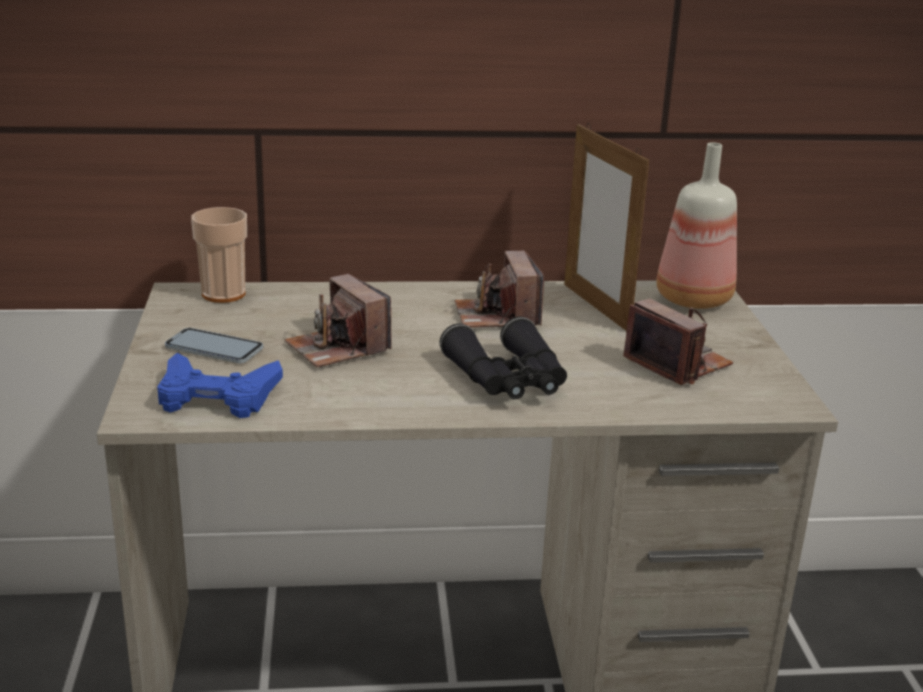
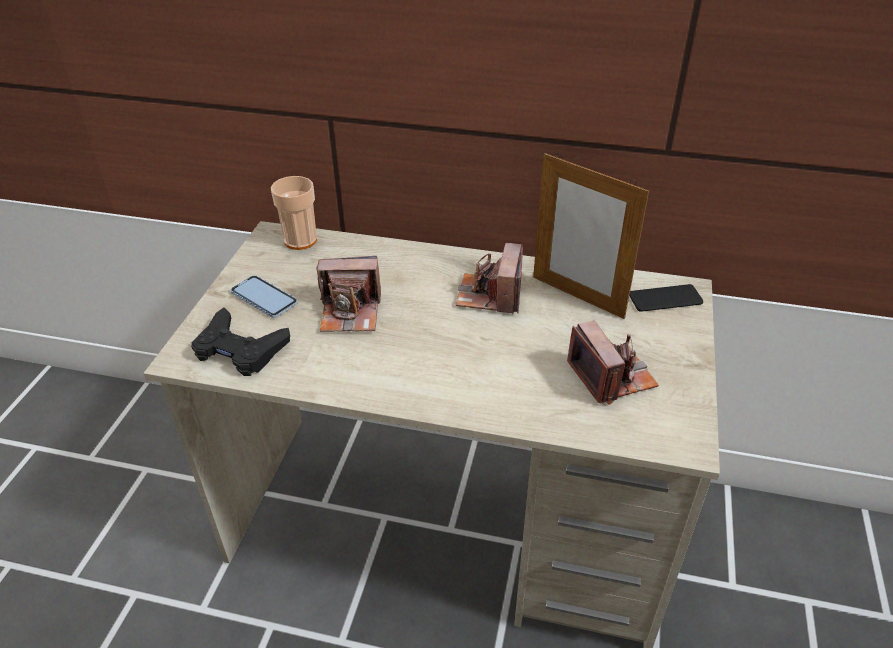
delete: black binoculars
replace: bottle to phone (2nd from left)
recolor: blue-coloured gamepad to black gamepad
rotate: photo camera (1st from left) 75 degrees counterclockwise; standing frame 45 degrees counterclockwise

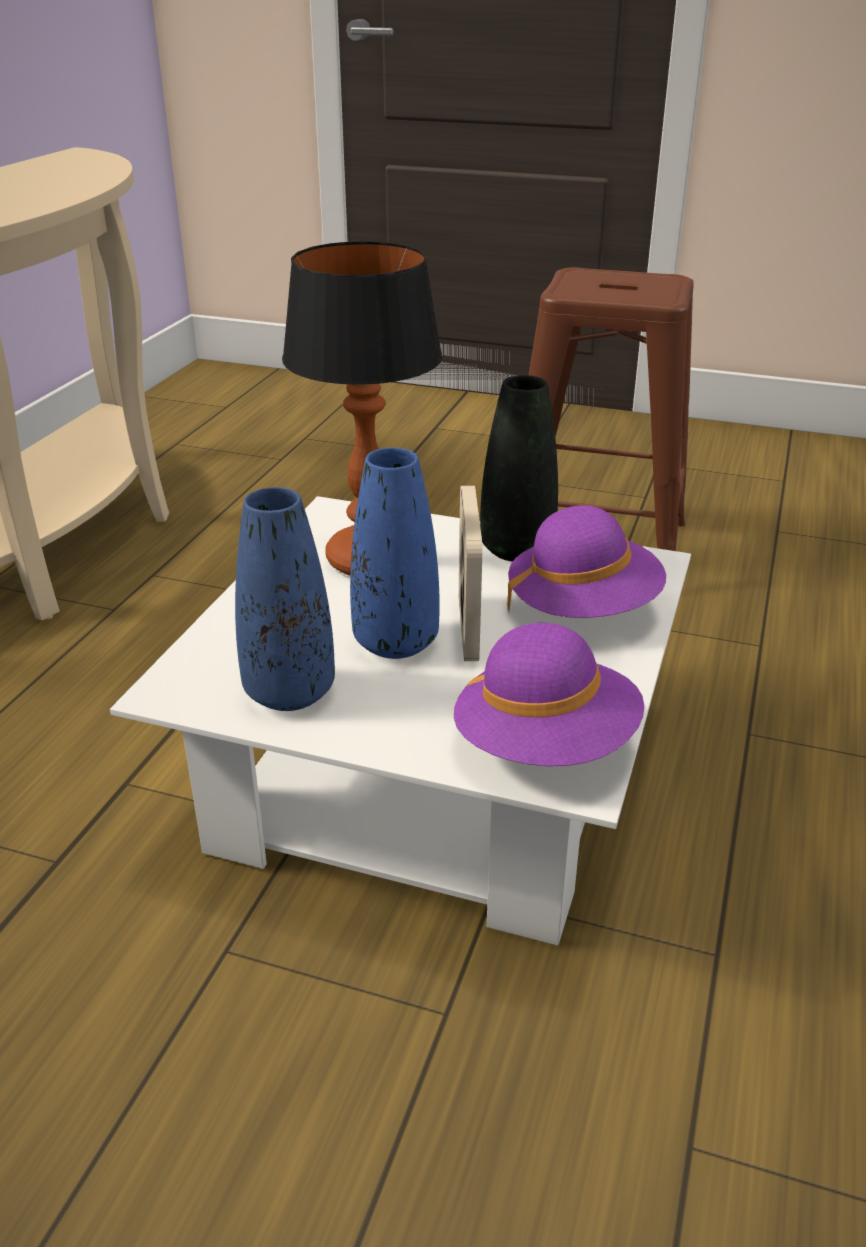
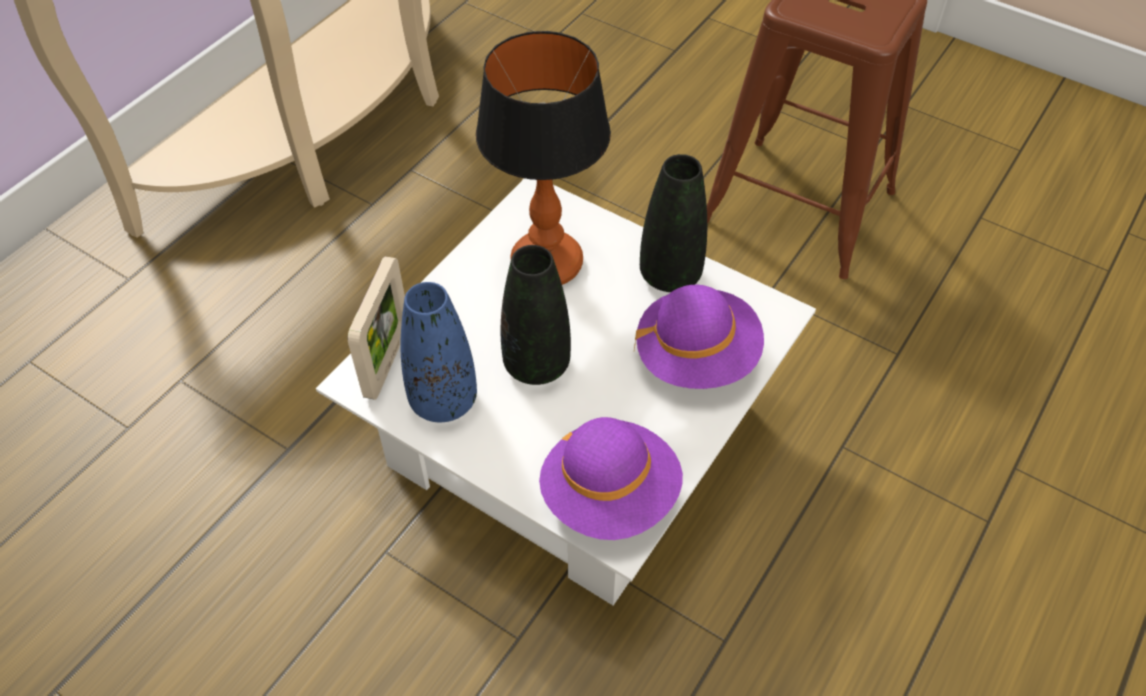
move: standing frame
recolor: blue-coloured decorative vase (2nd from left) to black decorative vase (1st from left)

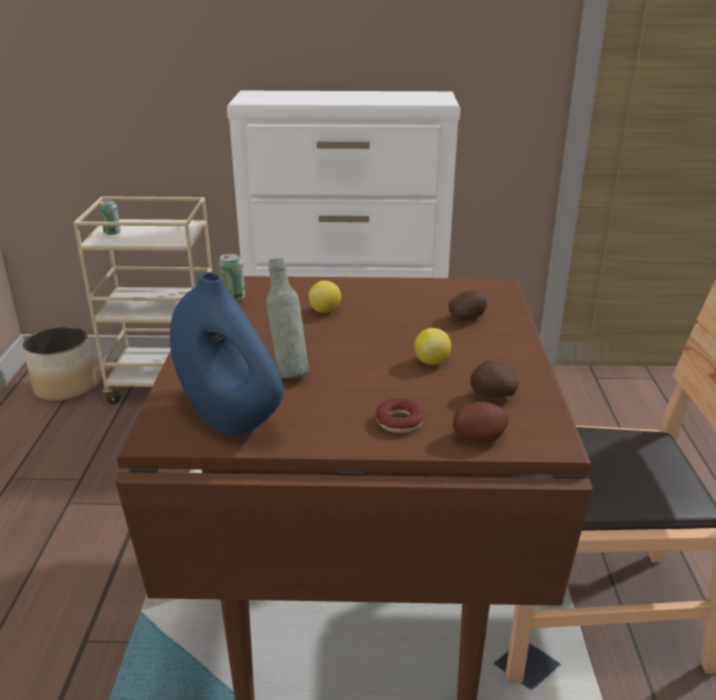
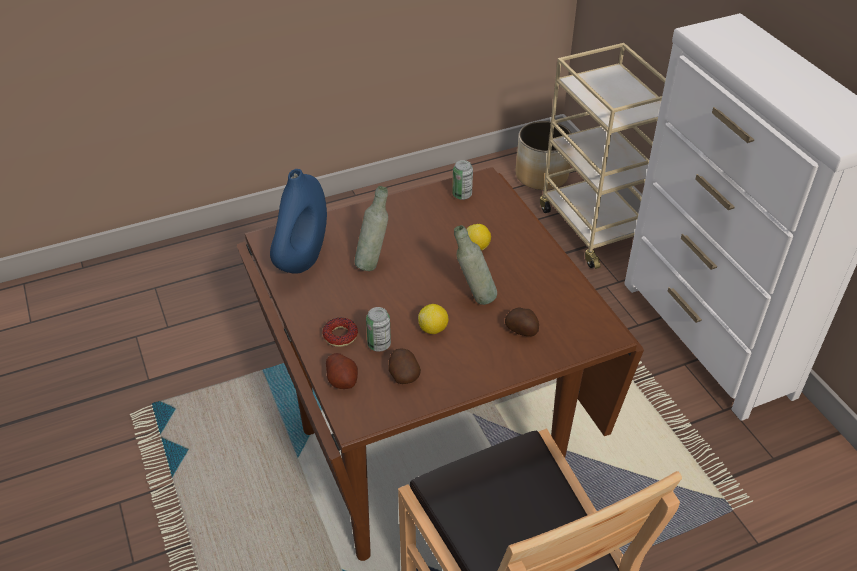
insert: greyish bottle (2nd from left)
move: metal can (1st from left)

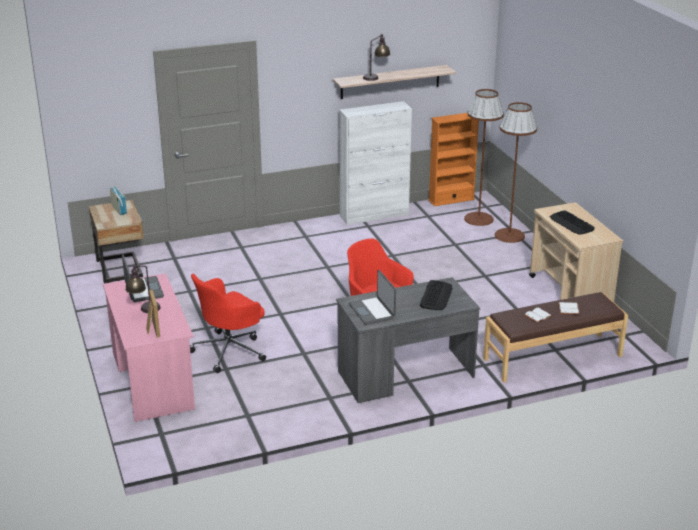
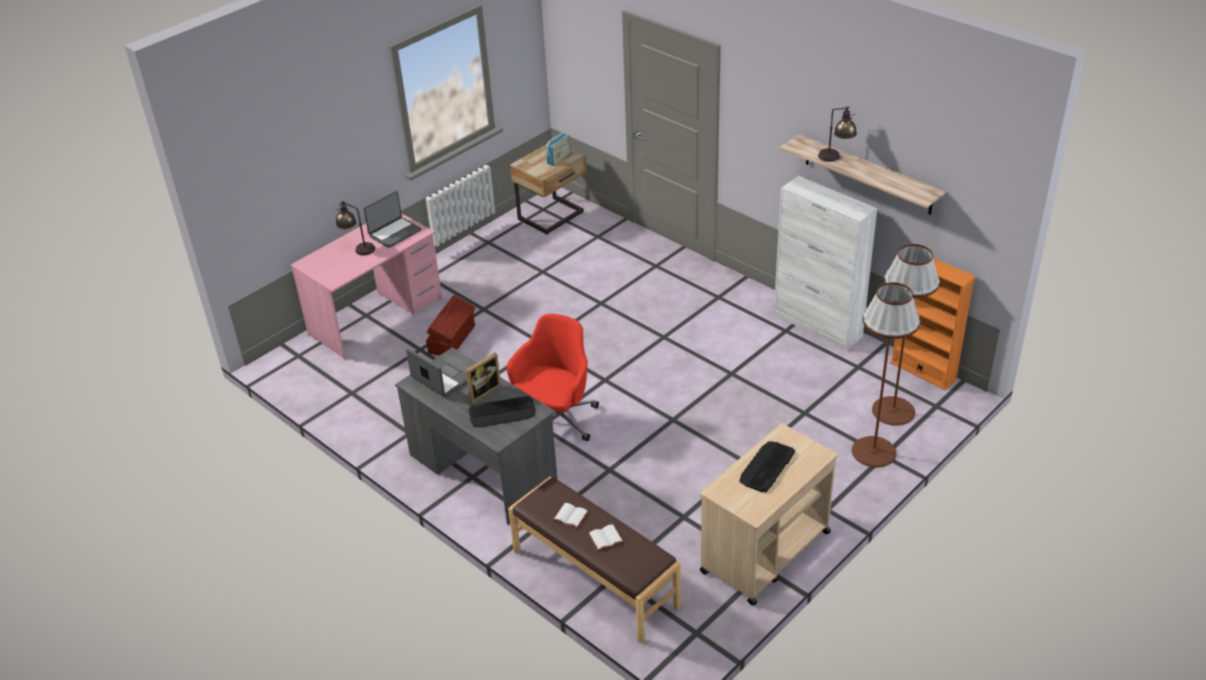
move: standing frame
replace: red office chair (1st from left) to brown storage container
rotate: notebook computer (2nd from left) 90 degrees clockwise

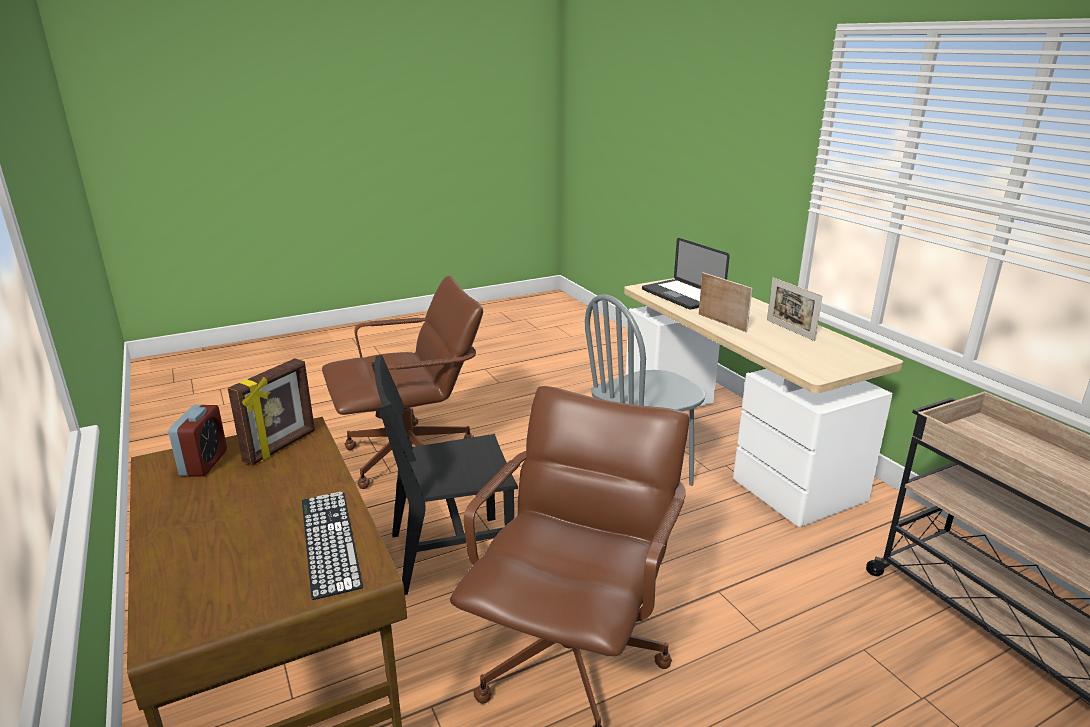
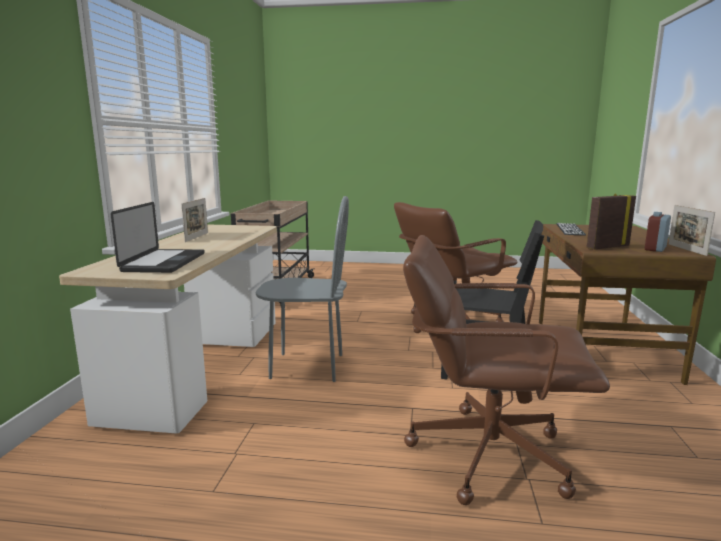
move: standing frame (2nd from left in the first image) to standing frame (3rd from left)

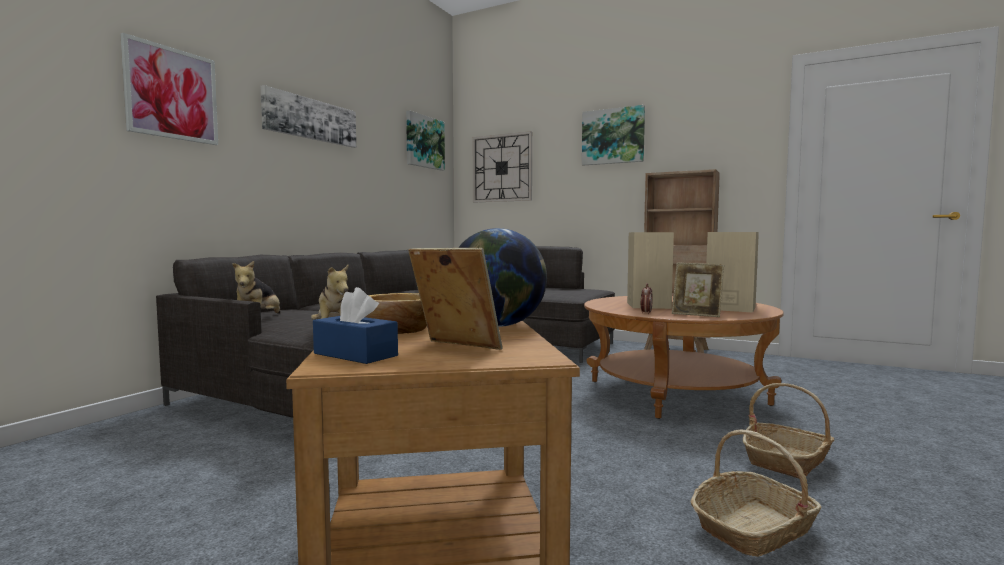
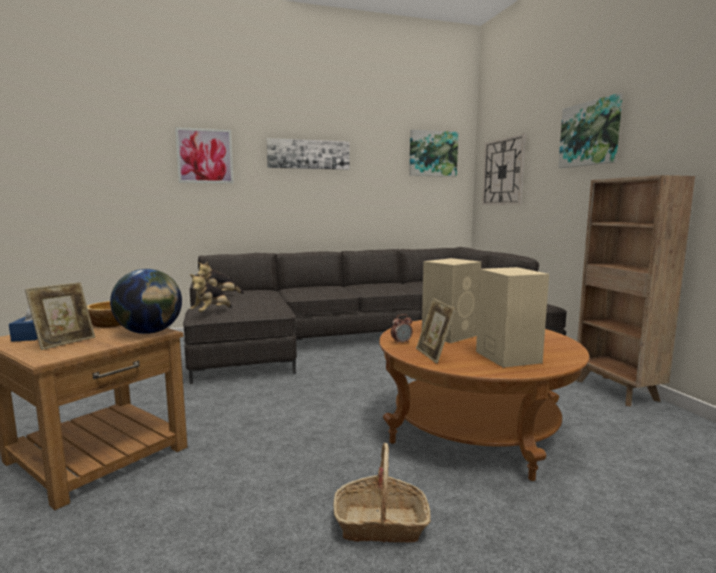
delete: household basket (1st from left)
rotate: standing frame (1st from left) 45 degrees clockwise

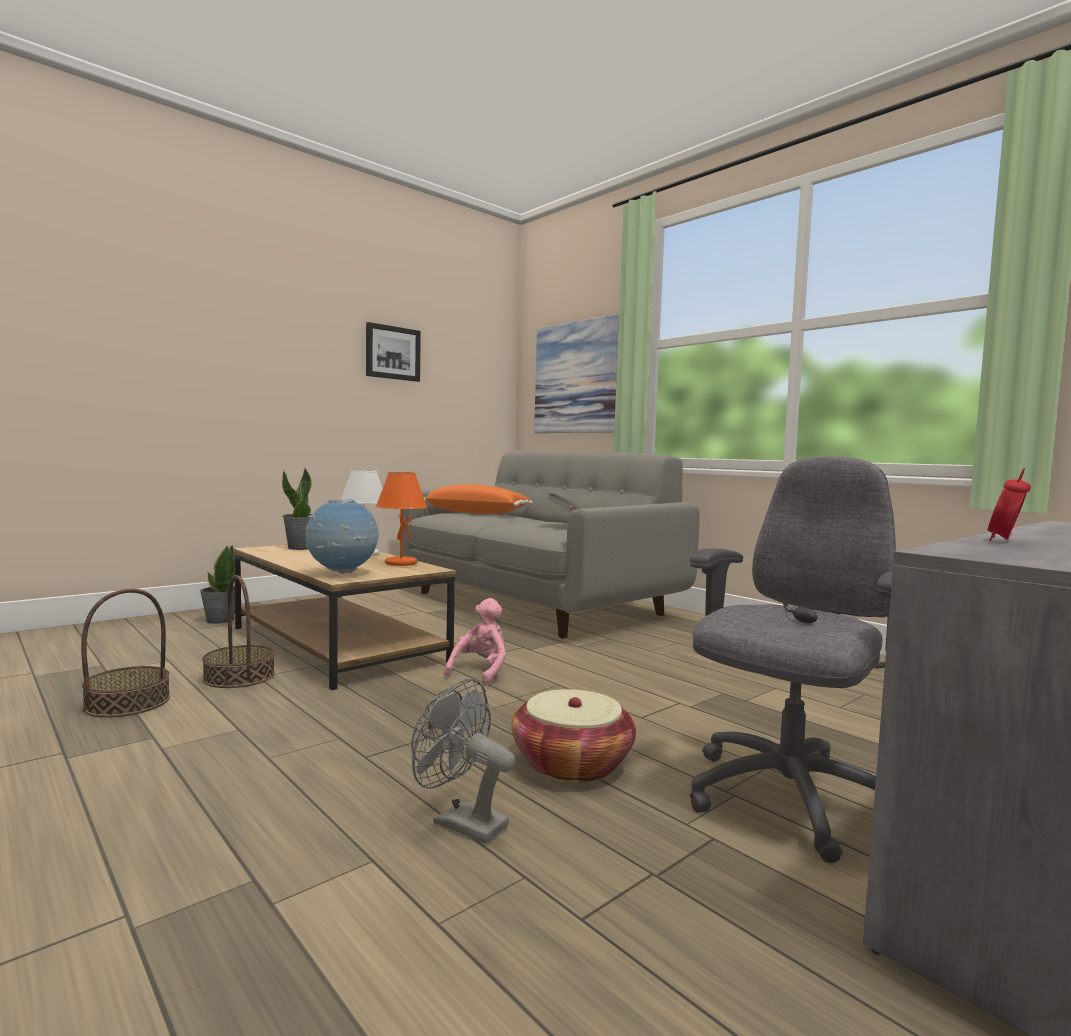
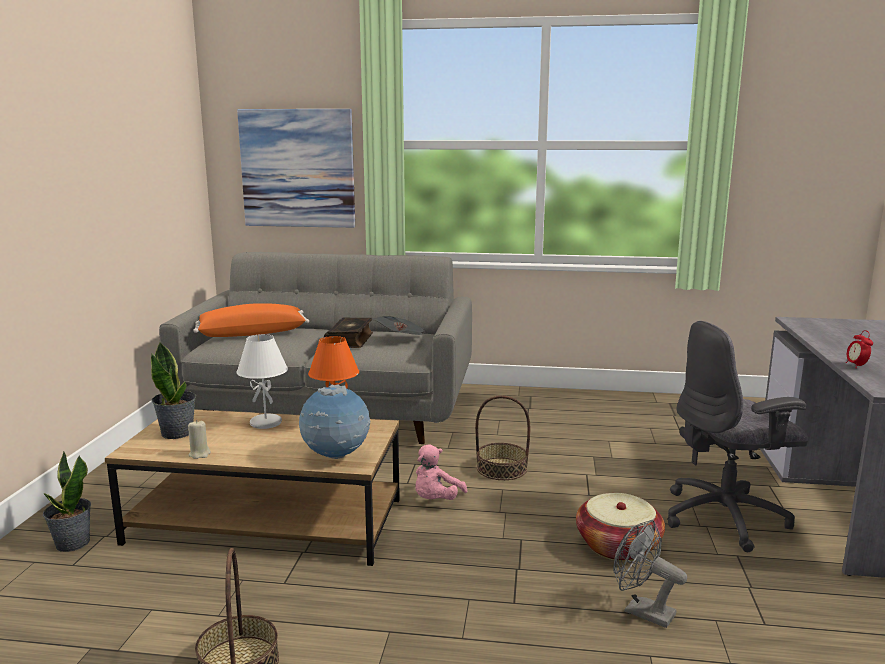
delete: picture (1st from left)
insert: beige-coloured candle; bound book
move: household basket (2nd from left)
rotate: greyish cooling fan 45 degrees clockwise; pink plush toy 135 degrees counterclockwise; greyish office chair 105 degrees counterclockwise

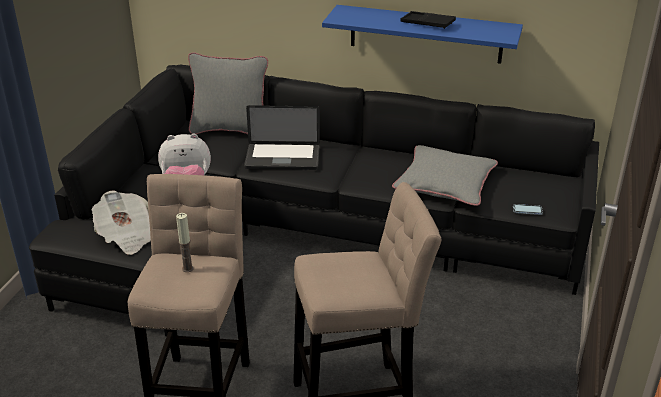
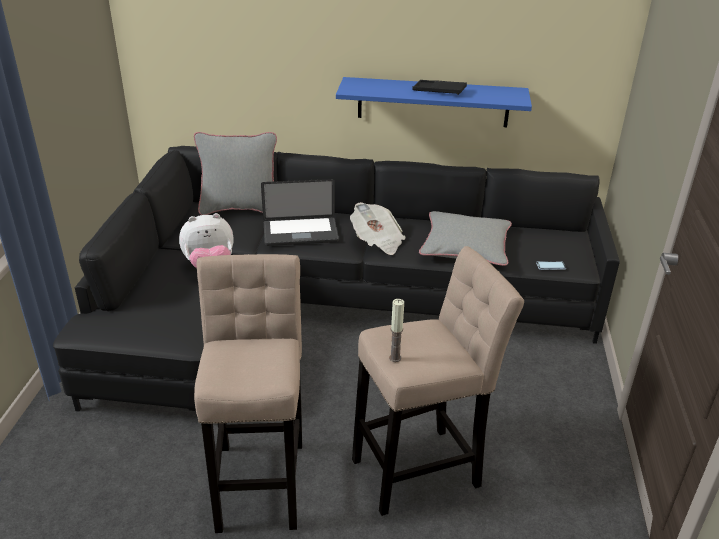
move: newspaper; candle

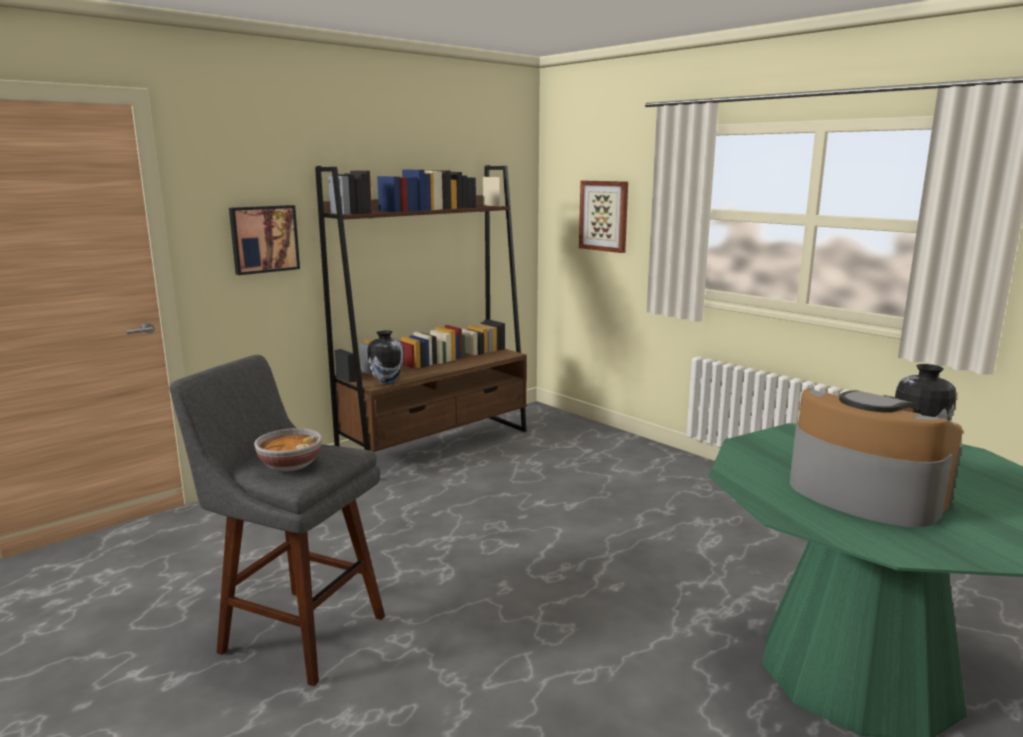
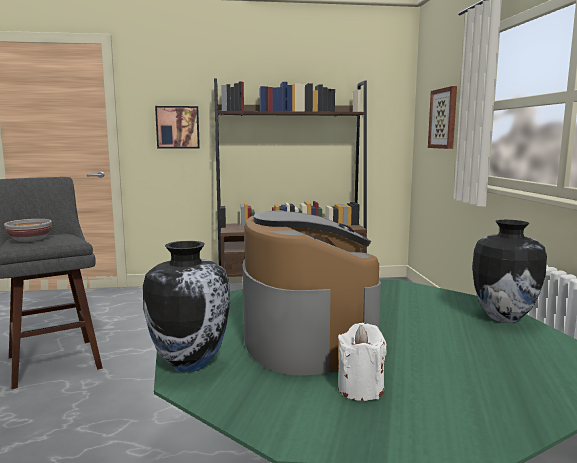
insert: white-coloured candle
move: decorative vase (1st from left)

